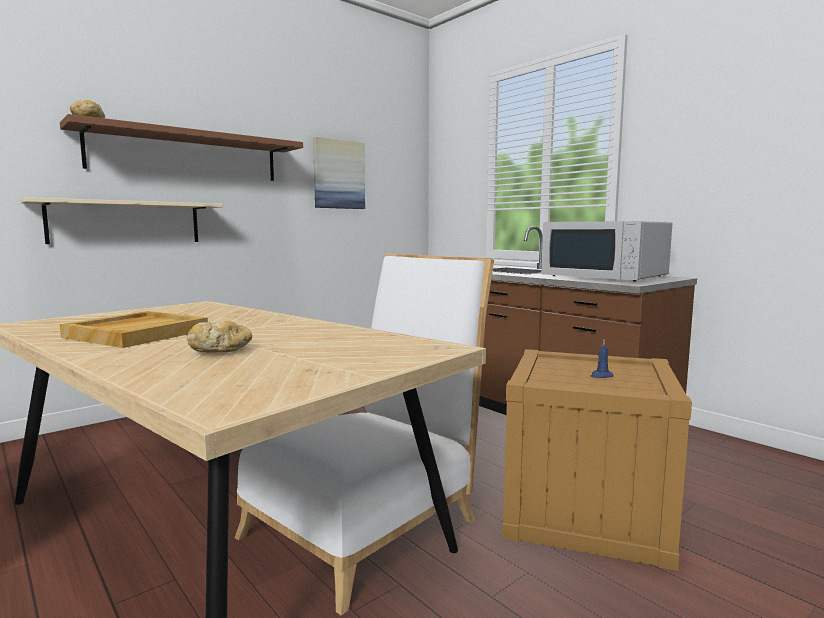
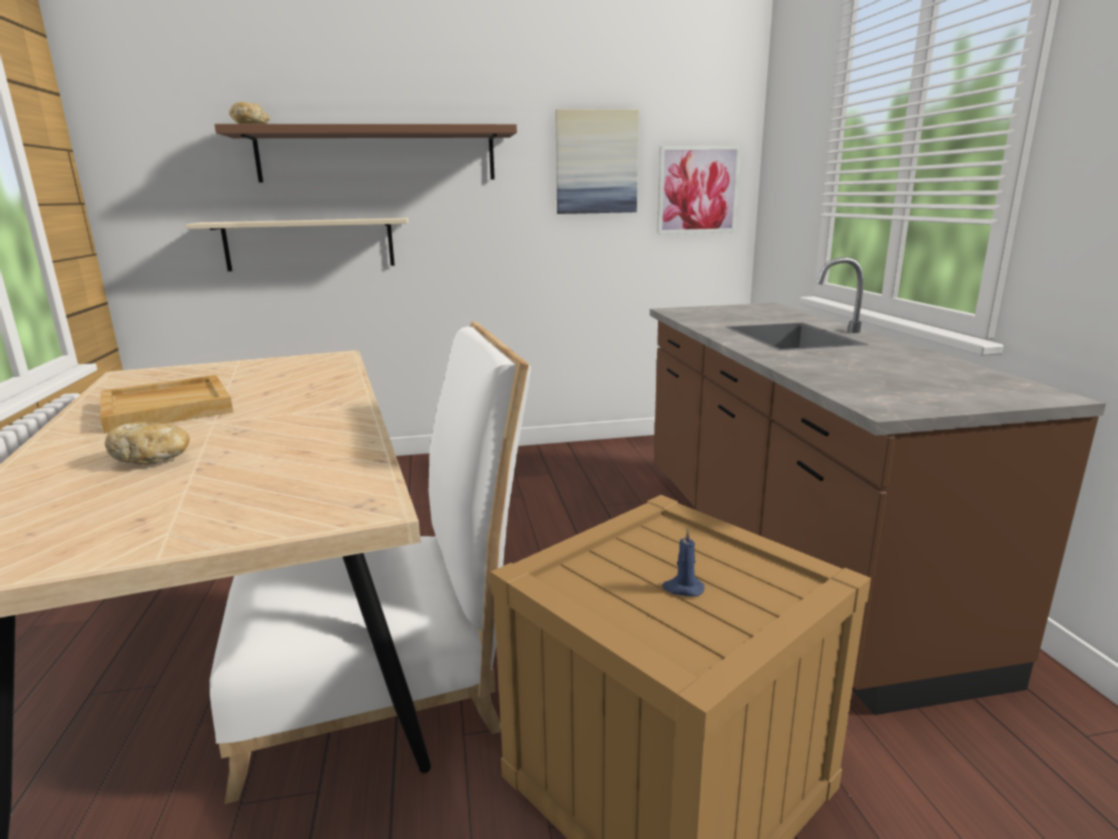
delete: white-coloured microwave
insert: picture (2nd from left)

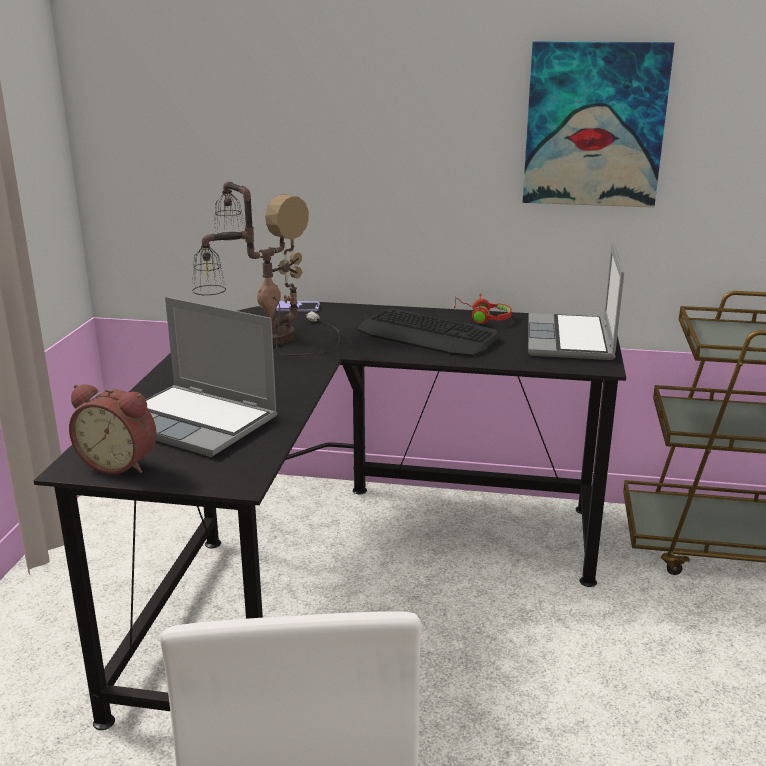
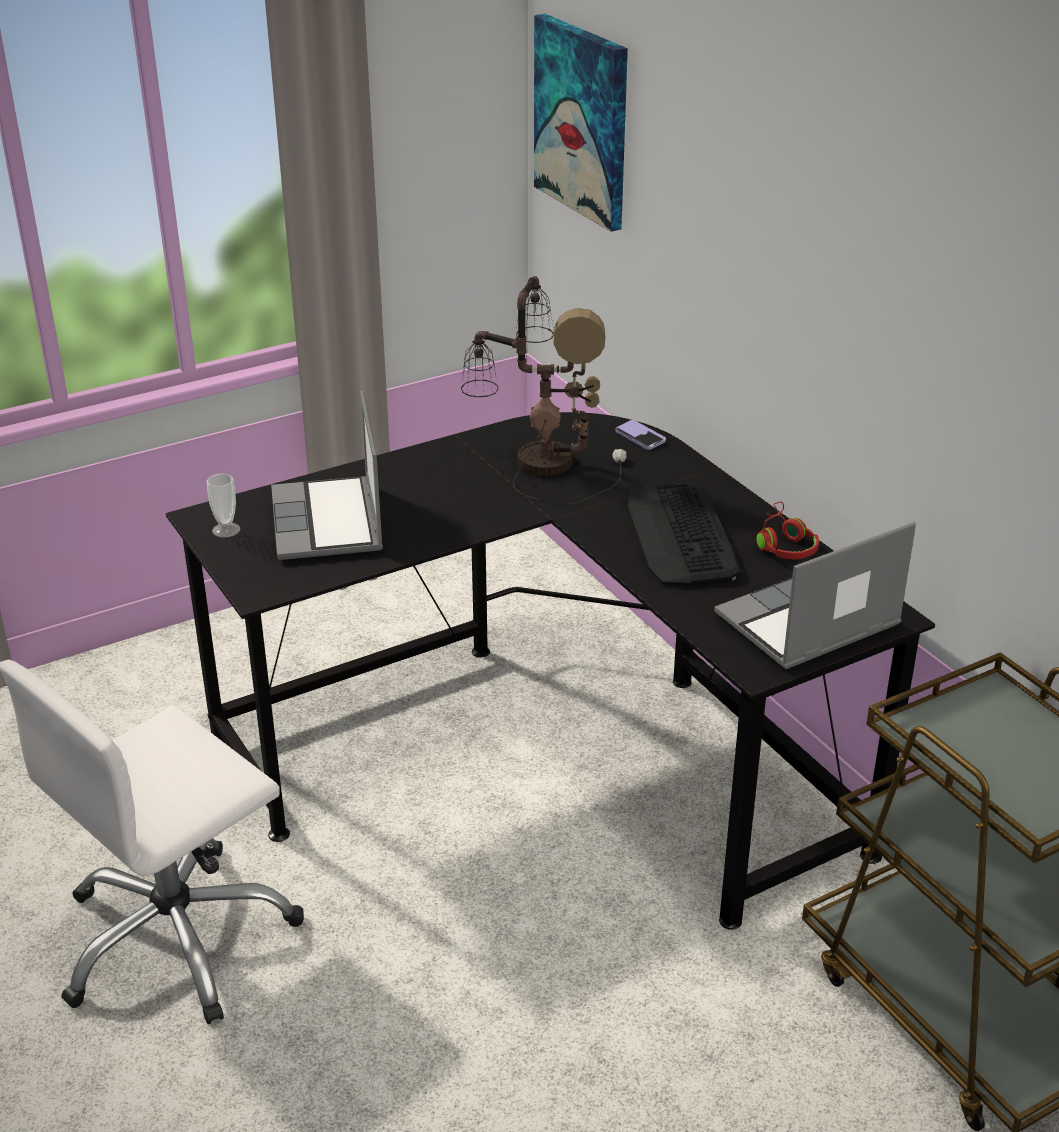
move: picture
replace: table clock to drinking cup

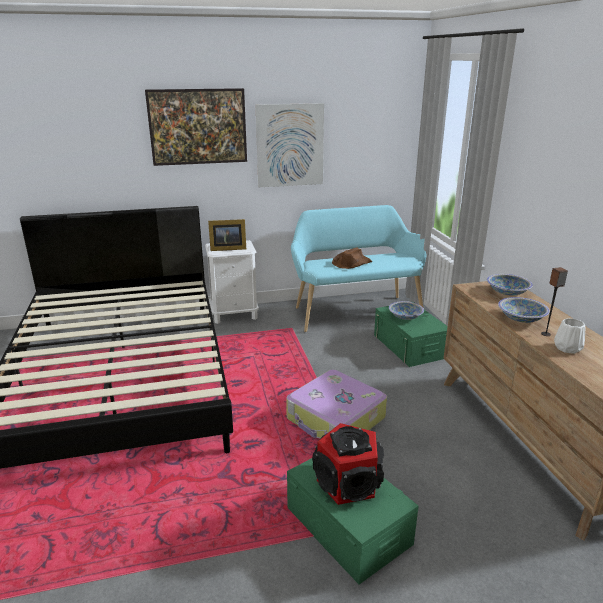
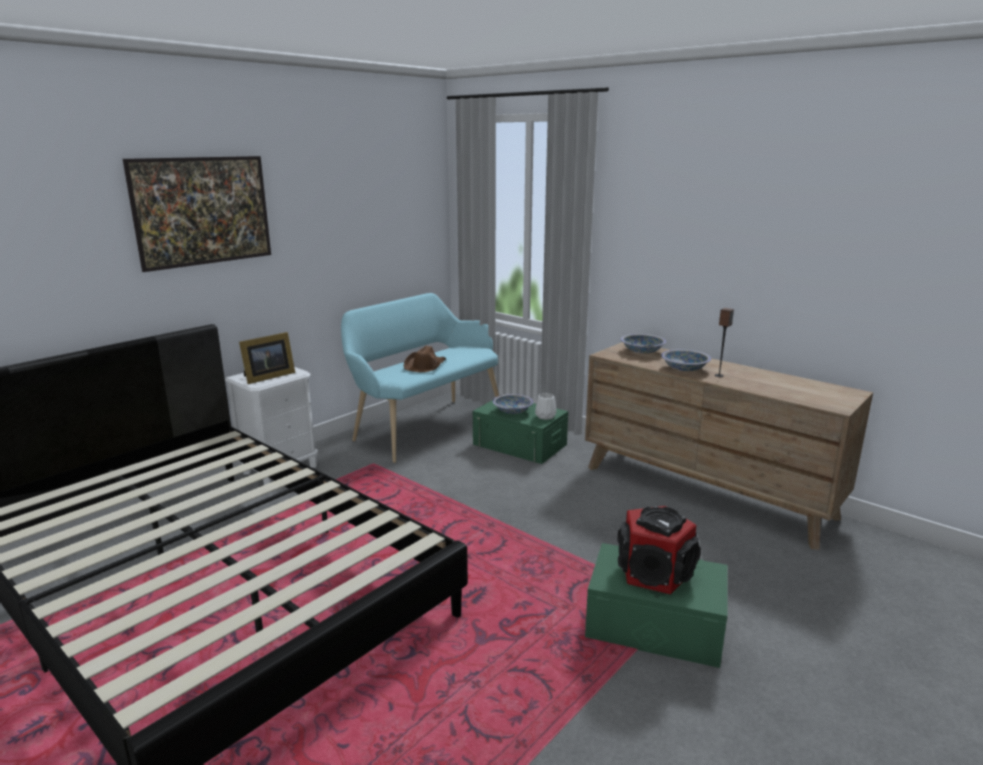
delete: picture (2nd from left); suitcase
move: white-coloured decorative vase

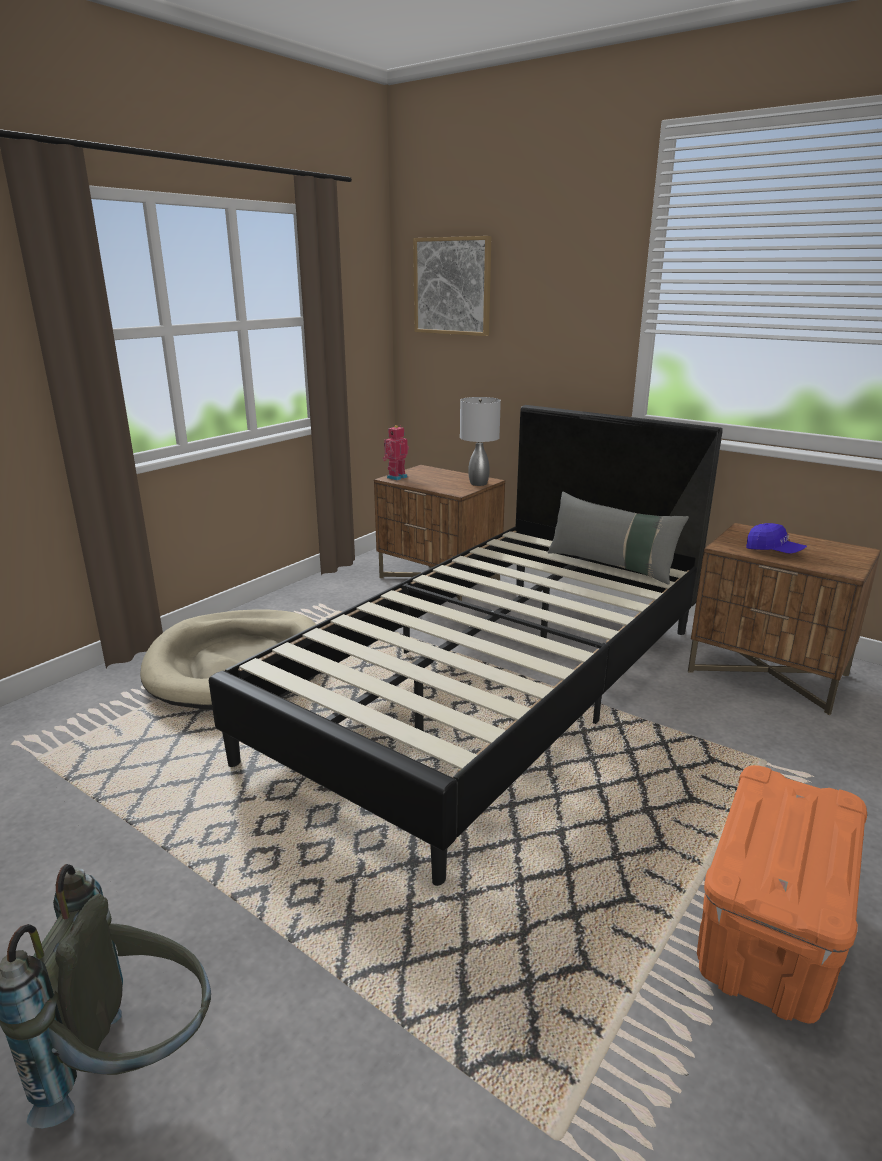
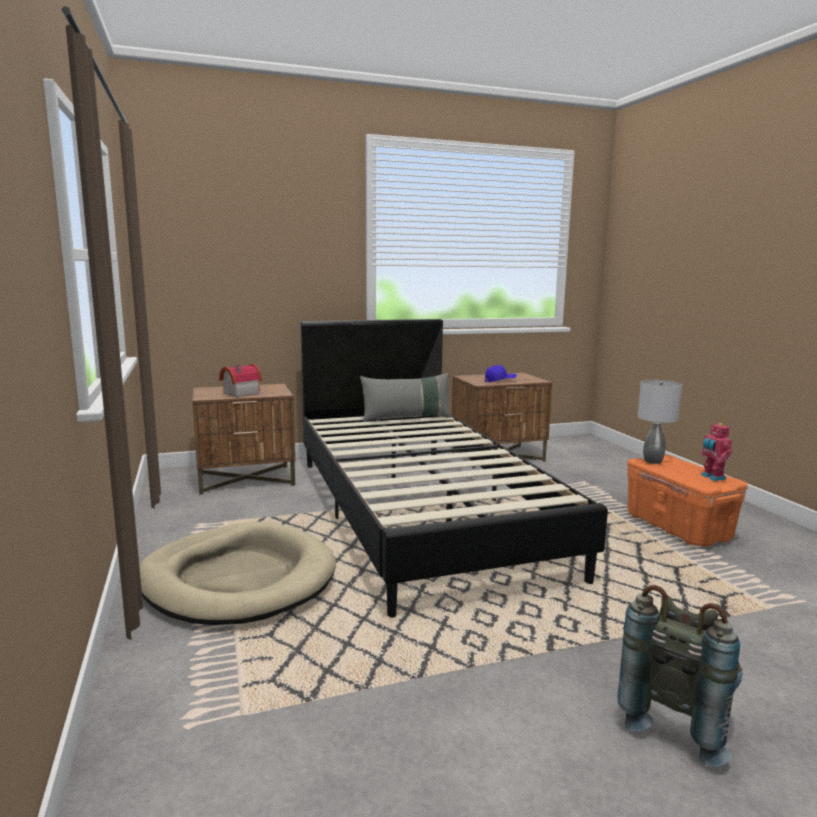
delete: picture
insert: miniature house
move: robot figure; greyish table lamp

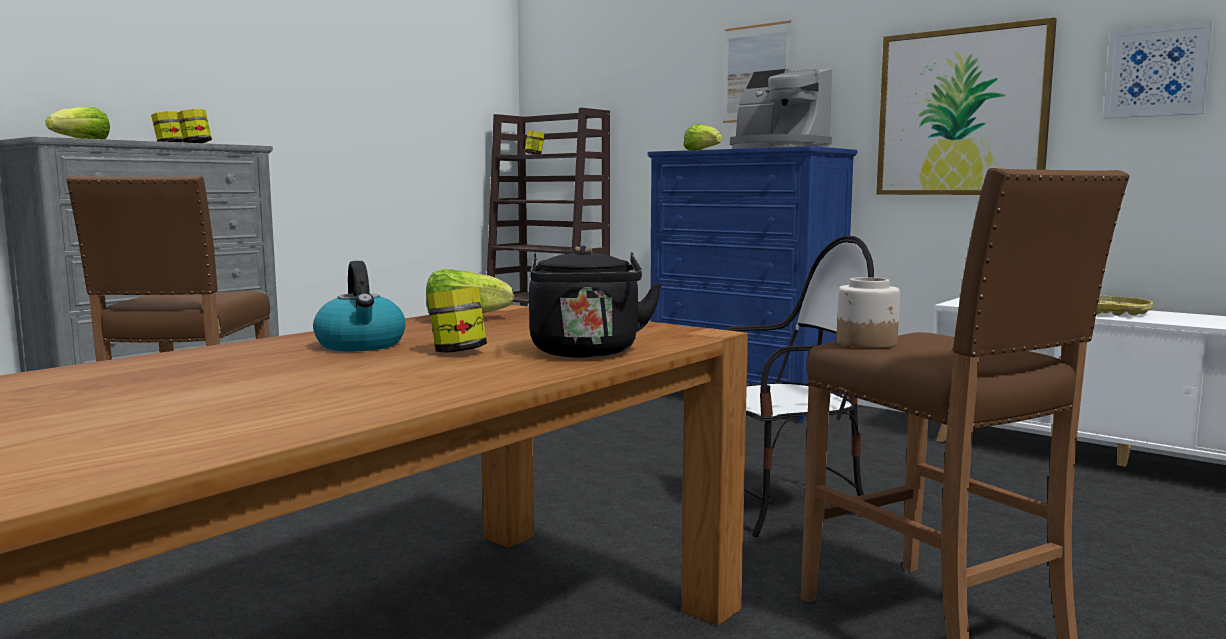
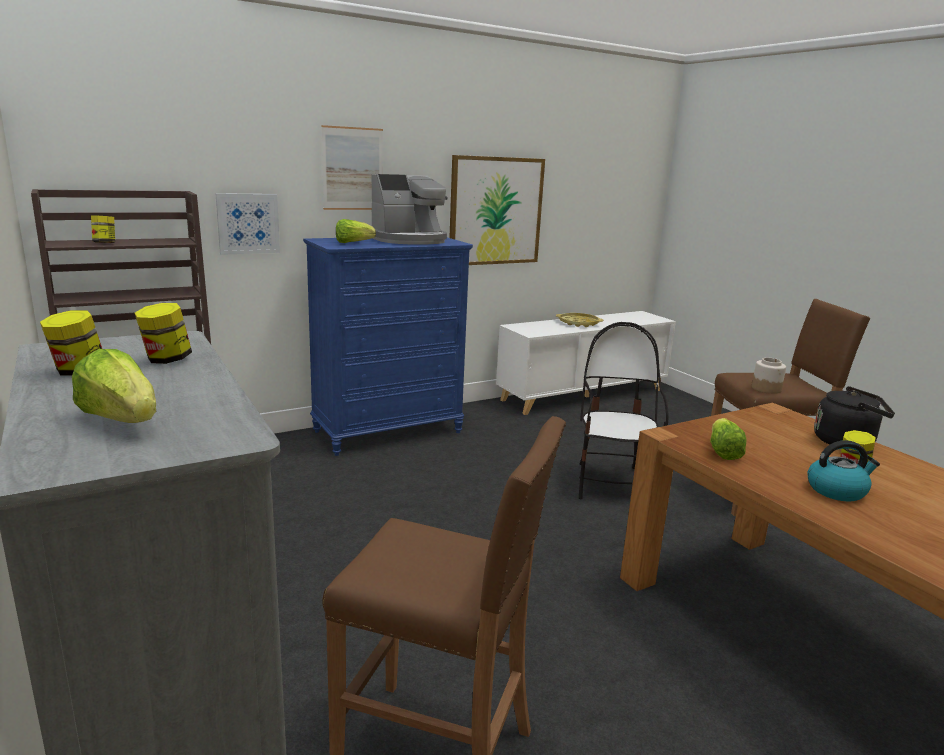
move: picture (3rd from left in the first image) to picture (1st from left)

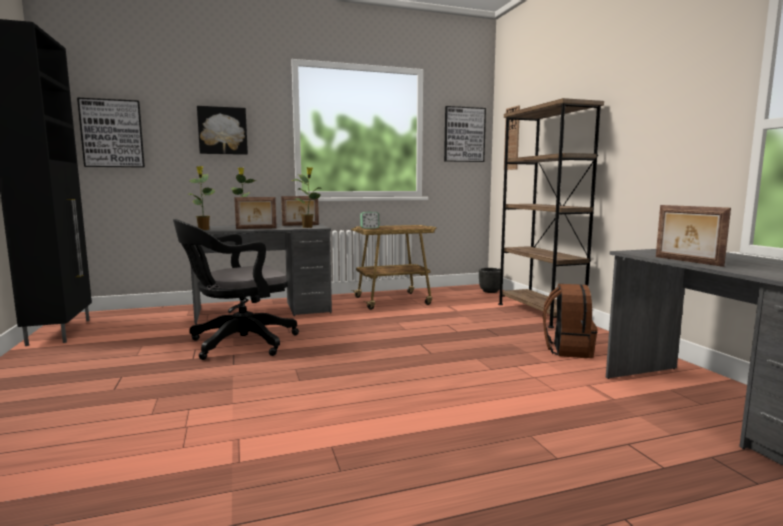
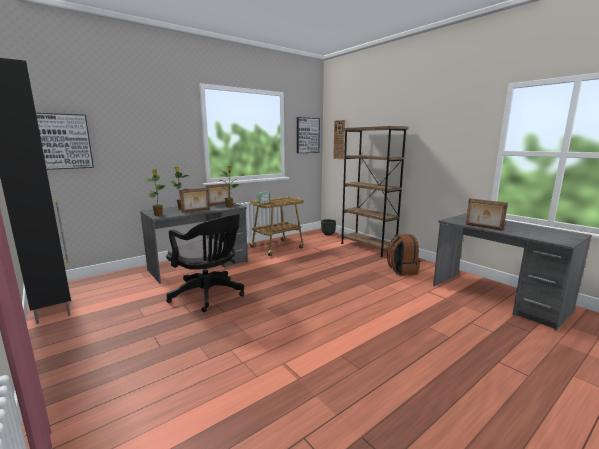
delete: picture (2nd from left)
rotate: black office chair 90 degrees counterclockwise

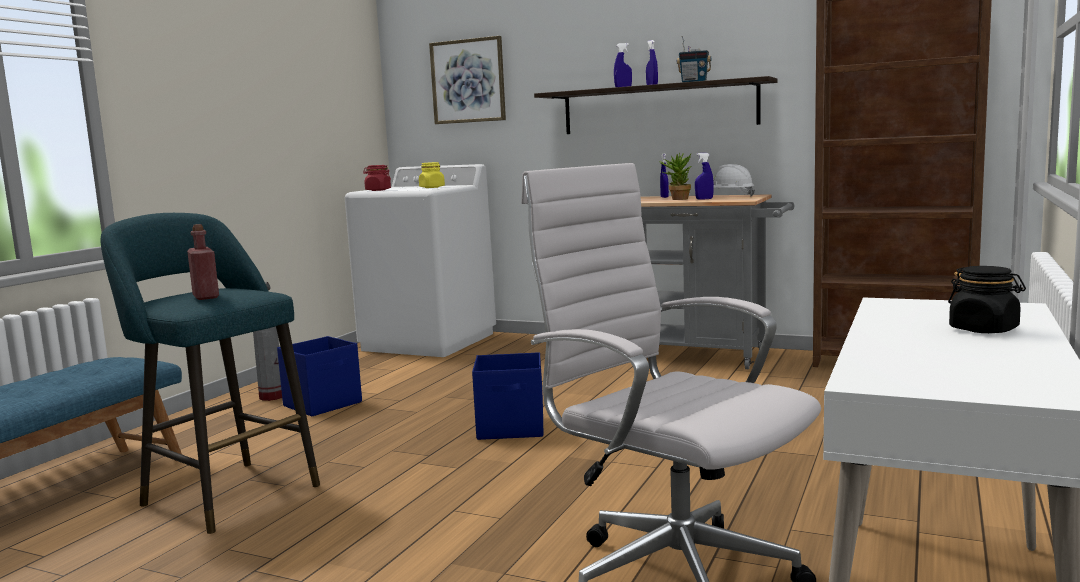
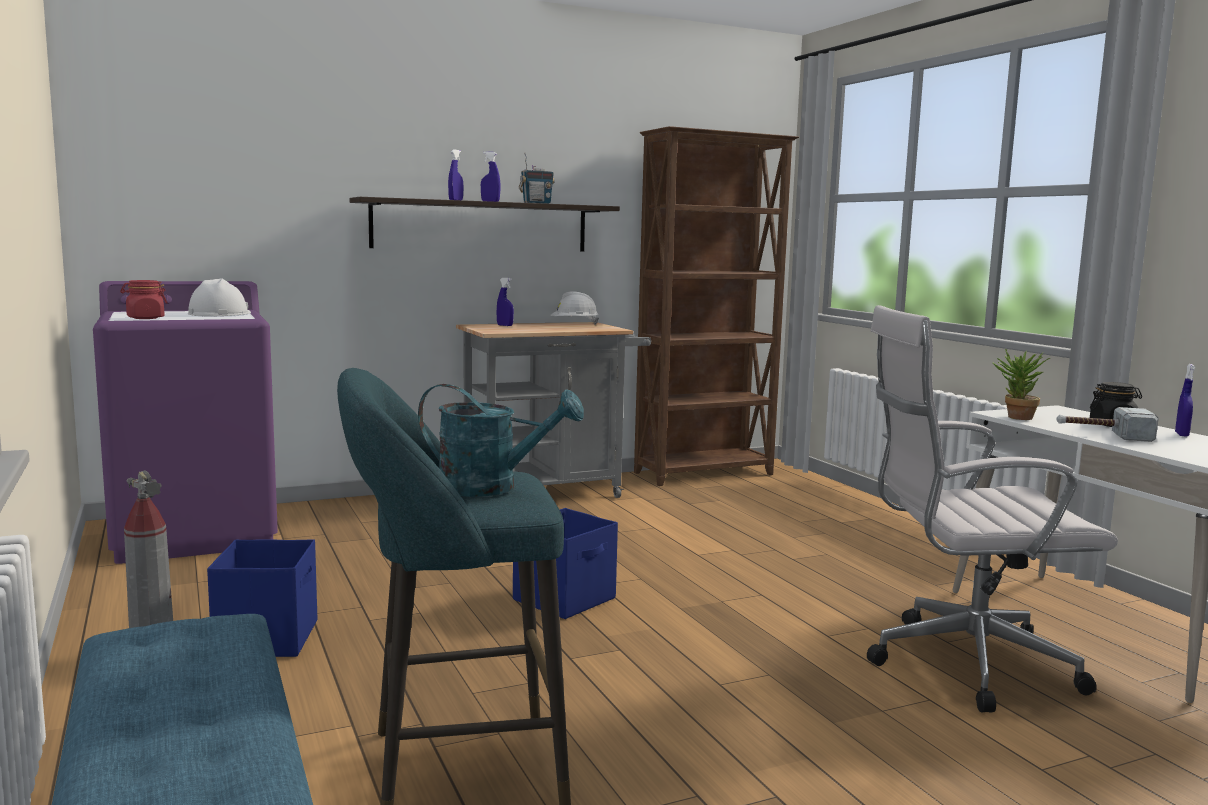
delete: picture
insert: hammer
move: potted plant; blue-coloured spray bottle (4th from left)
replace: red bottle to turquoise-coloured watering can; yellowish jar to white-coloured safety helmet (1st from left)
recolor: white-coloured laundry appliance to purplish laundry appliance

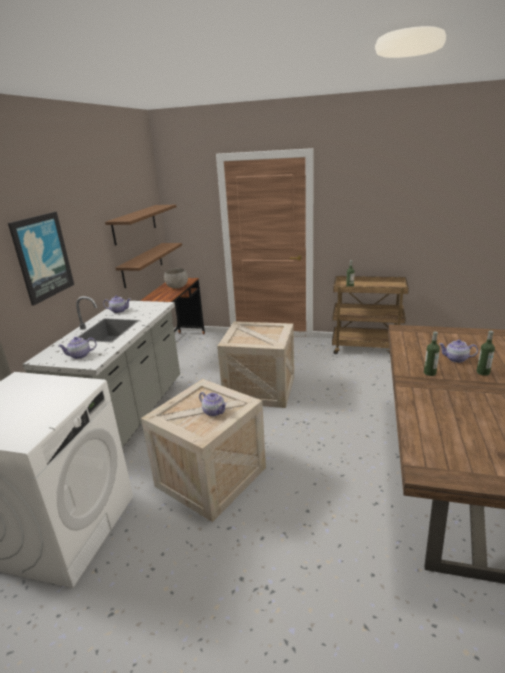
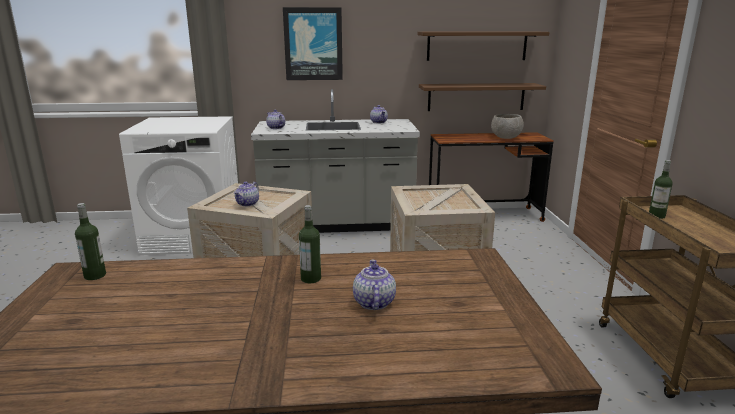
move: bottle (3rd from left in the first image) to bottle (1st from left)

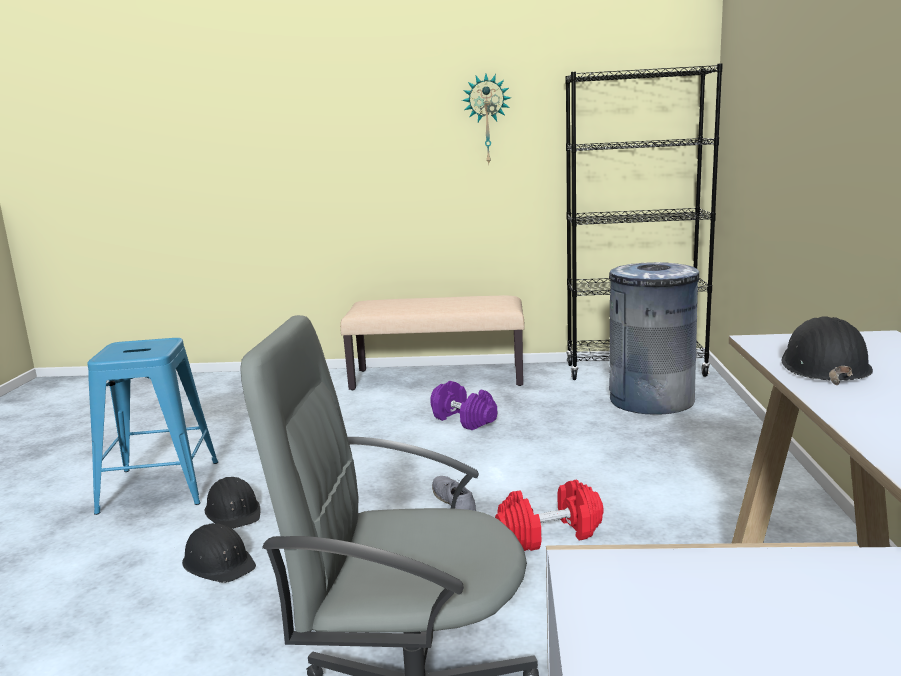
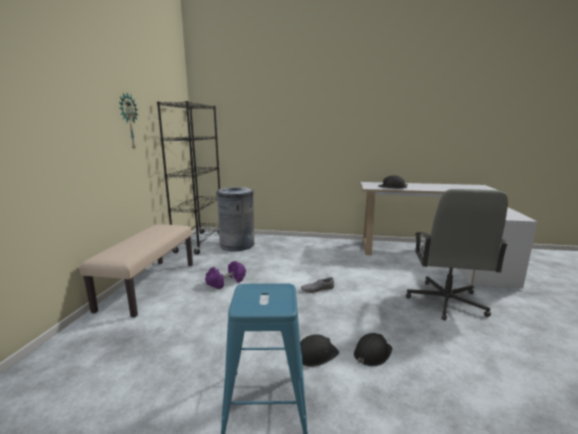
delete: red free weight

